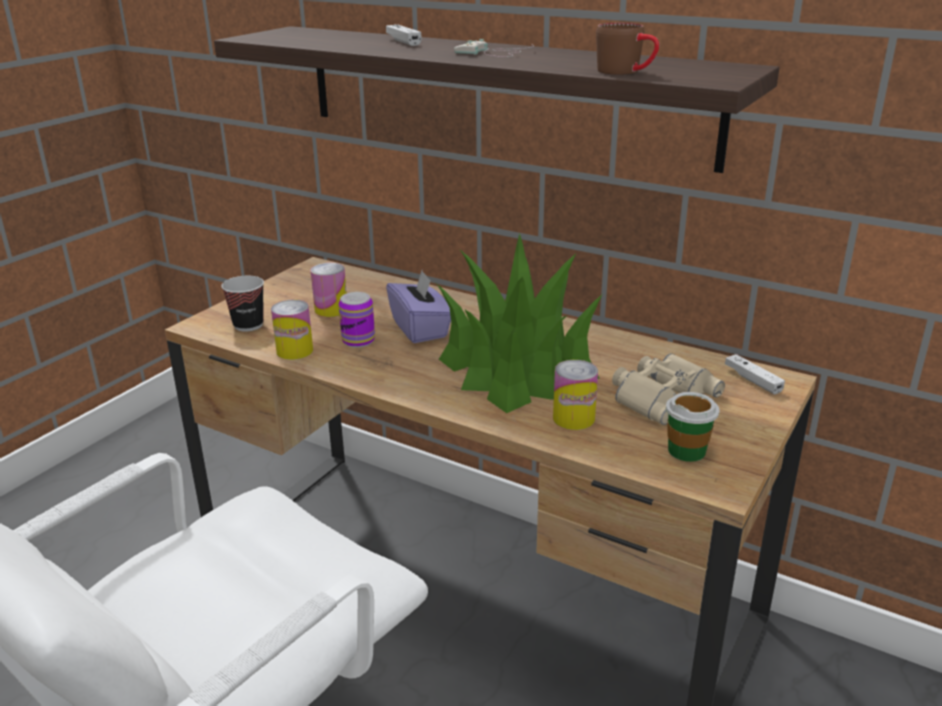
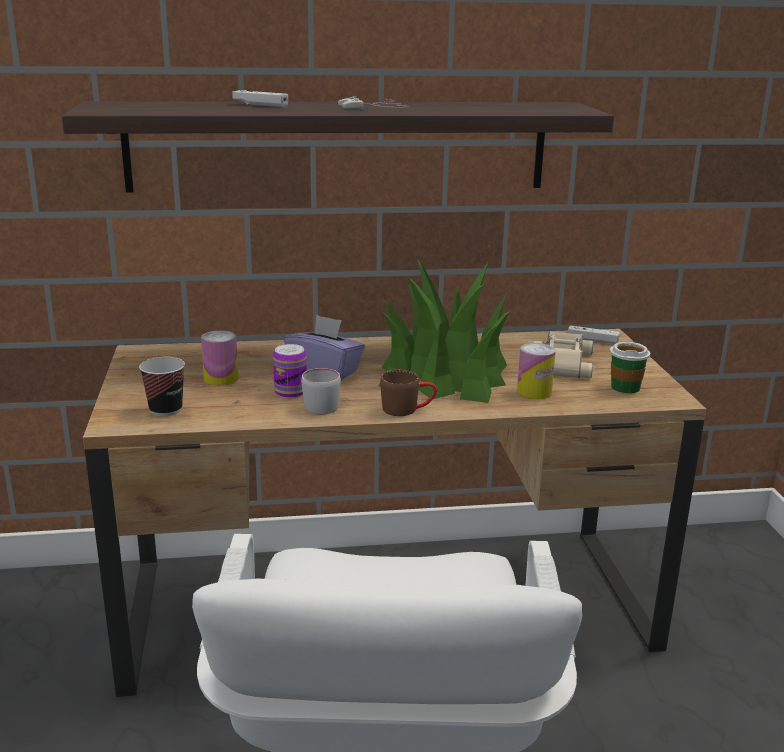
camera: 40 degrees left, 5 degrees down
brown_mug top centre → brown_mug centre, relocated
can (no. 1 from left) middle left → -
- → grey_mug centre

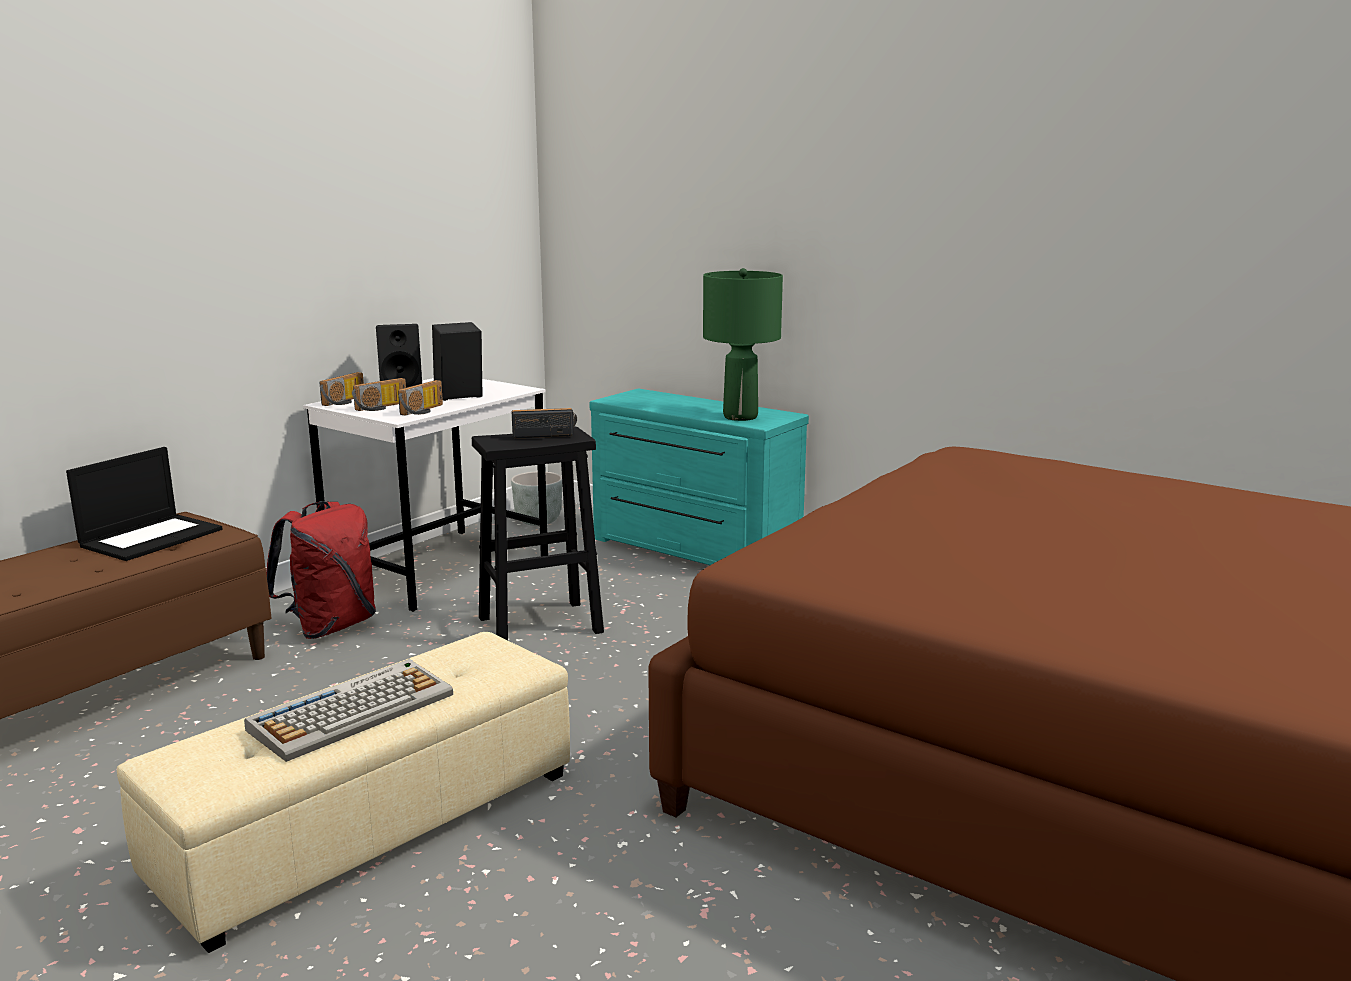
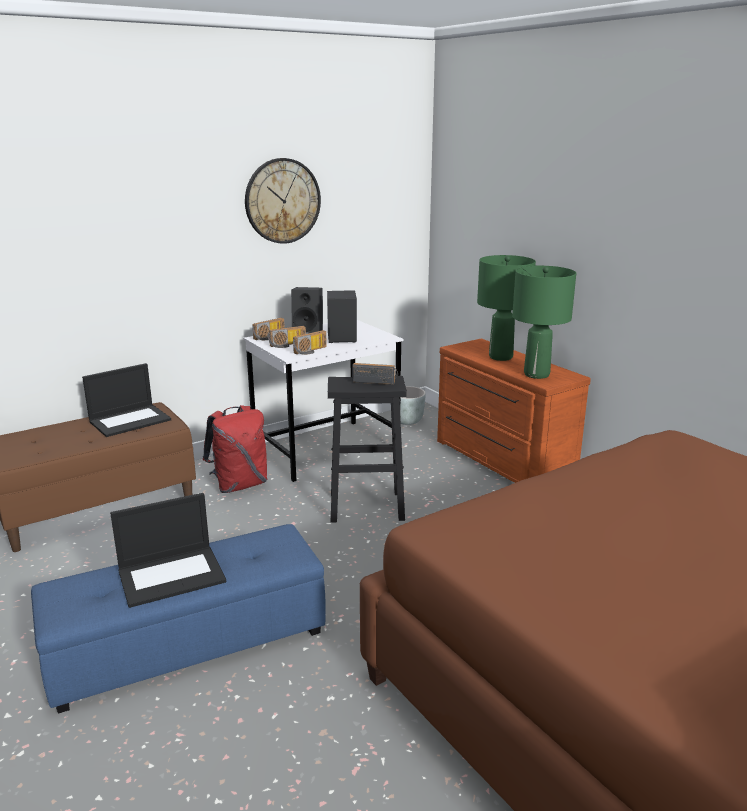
camera: 20 degrees right, 5 degrees up
turquoise_dresser centre → brown_dresser middle right
beige_ottoman bottom left → blue_ottoman bottom left
keyboard bottom left → laptop (no. 2 from left) bottom left
- → wall_clock top centre
- → green_table_lamp (no. 1 from left) middle right

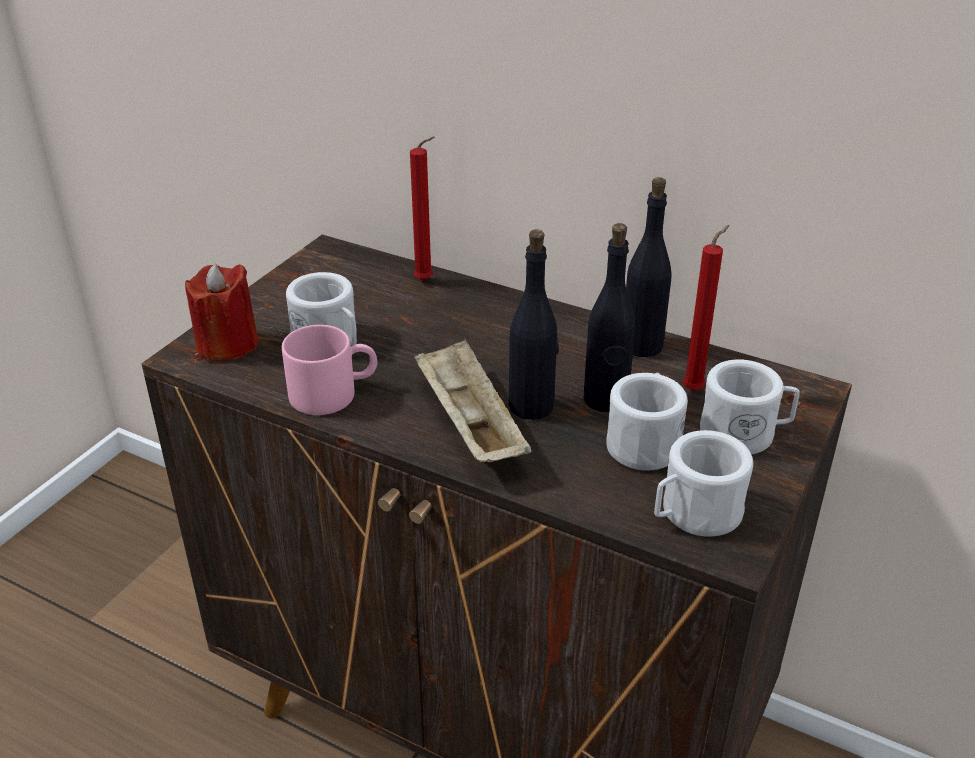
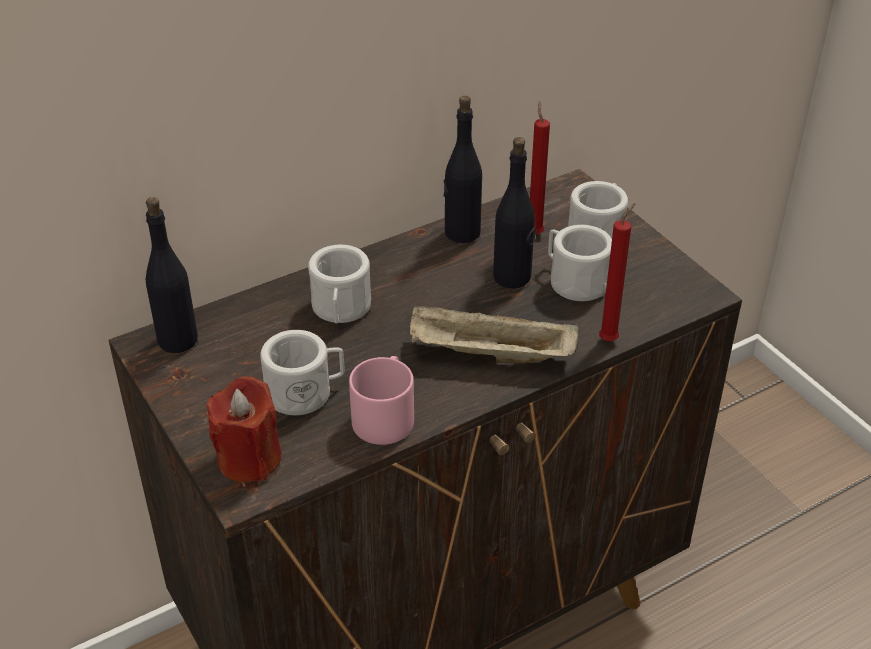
camera: 60 degrees left, 5 degrees up
red_candle (no. 2 from left in the first image) top centre → red_candle (no. 3 from left) middle right, relocated
black_bottle (no. 1 from left) centre → black_bottle (no. 1 from left) middle left, relocated
white_mug (no. 3 from left in the first image) middle right → white_mug (no. 2 from left) centre, relocated

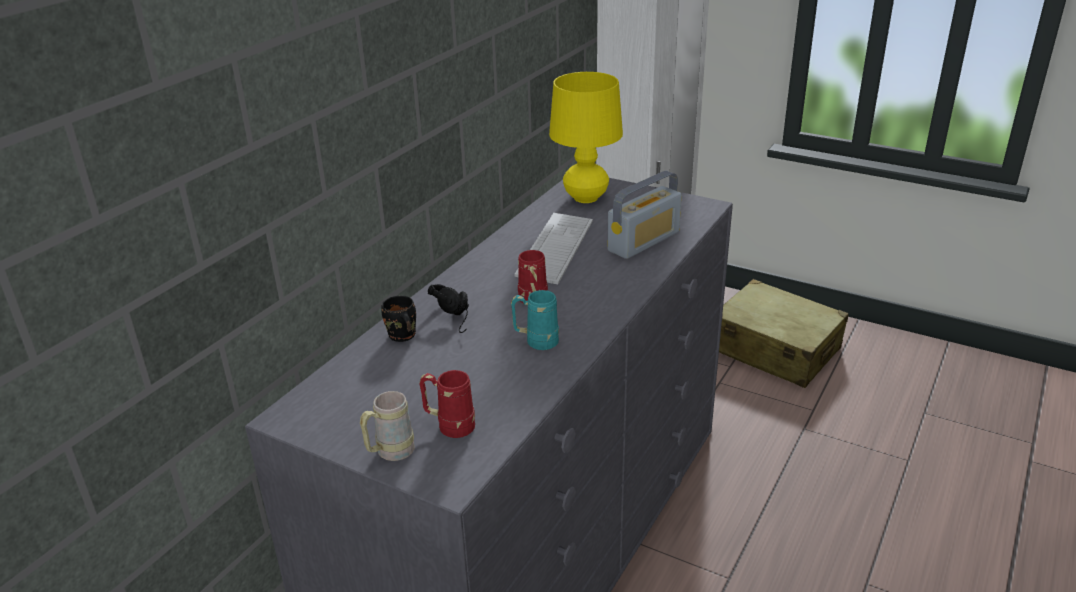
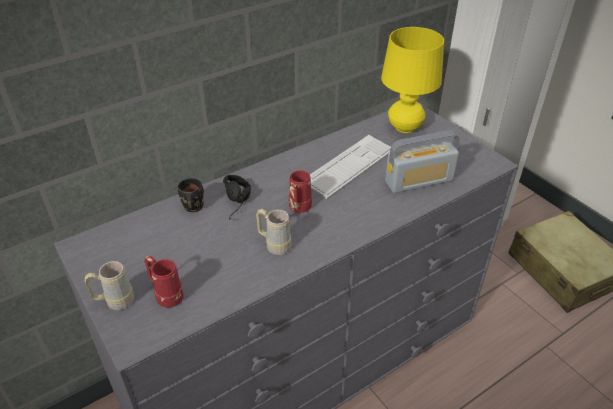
camera: 25 degrees right, 10 degrees up
turquoise_mug centre → beige_mug (no. 2 from left) centre

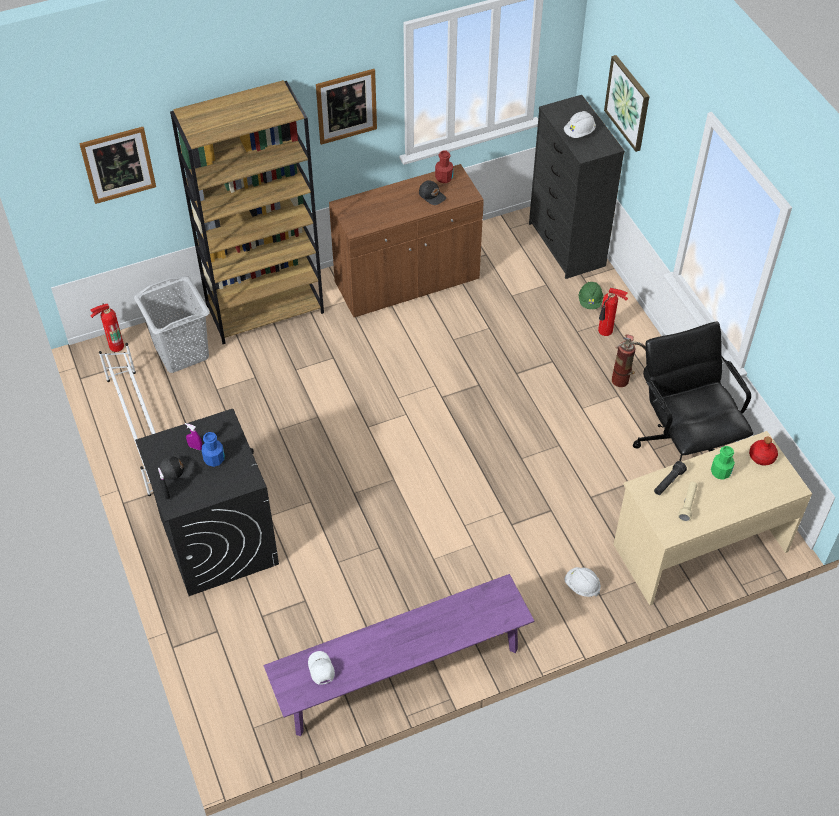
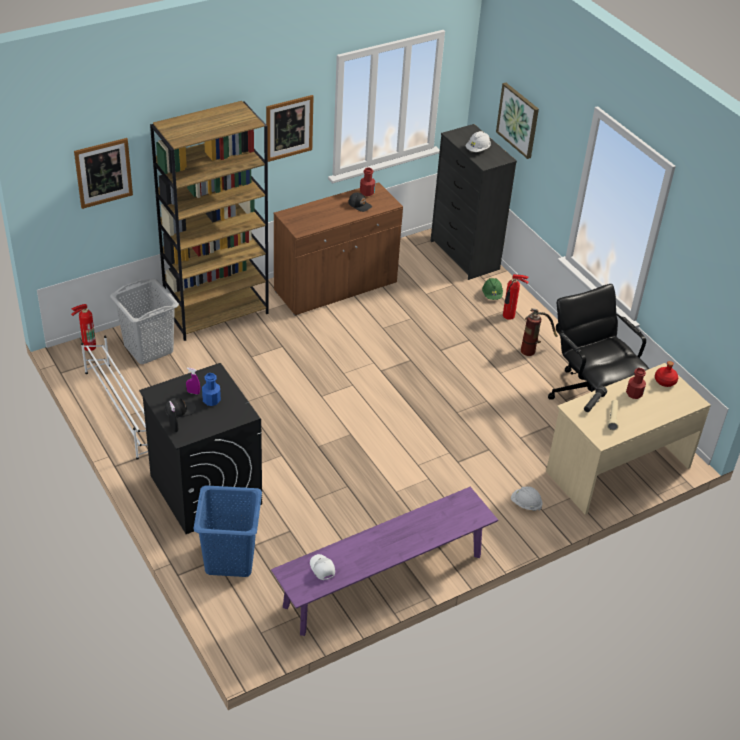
camera: 10 degrees left, 10 degrees down
green_bottle middle right → red_bottle (no. 2 from left) middle right
- → blue_laundry_basket bottom left

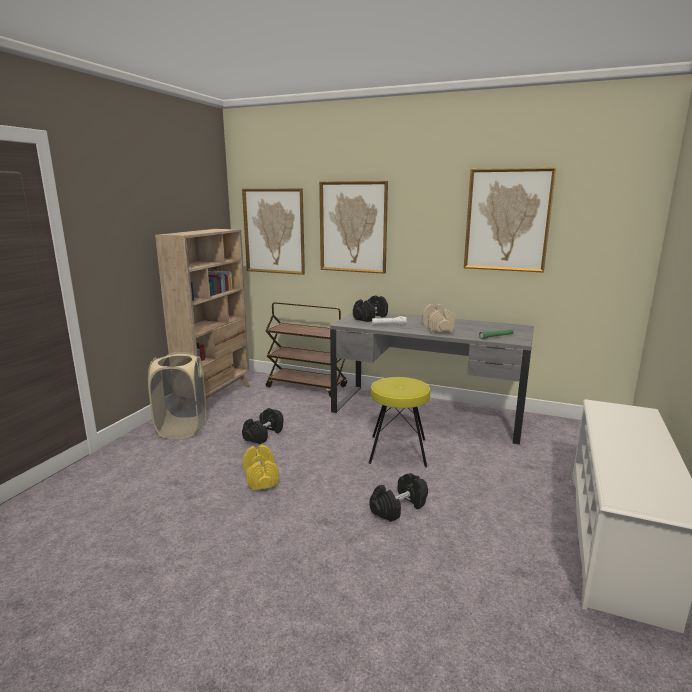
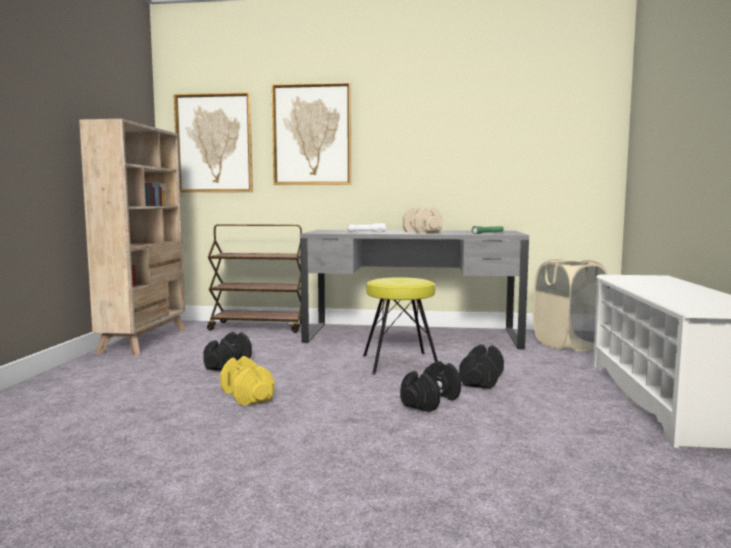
camera: 15 degrees left, 10 degrees down
picture (no. 3 from left) top right → -
black_dumbbell (no. 2 from left in the first image) centre → black_dumbbell (no. 3 from left) bottom centre, relocated
beige_laundry_basket middle left → beige_laundry_basket middle right, relocated

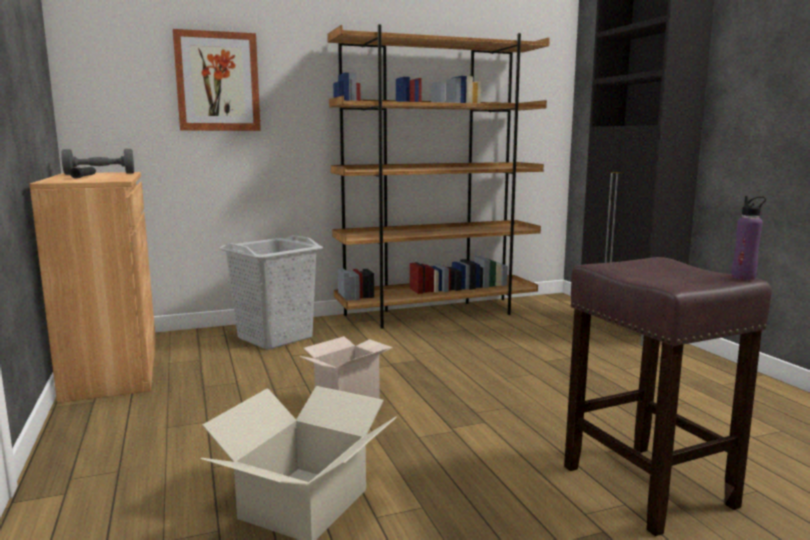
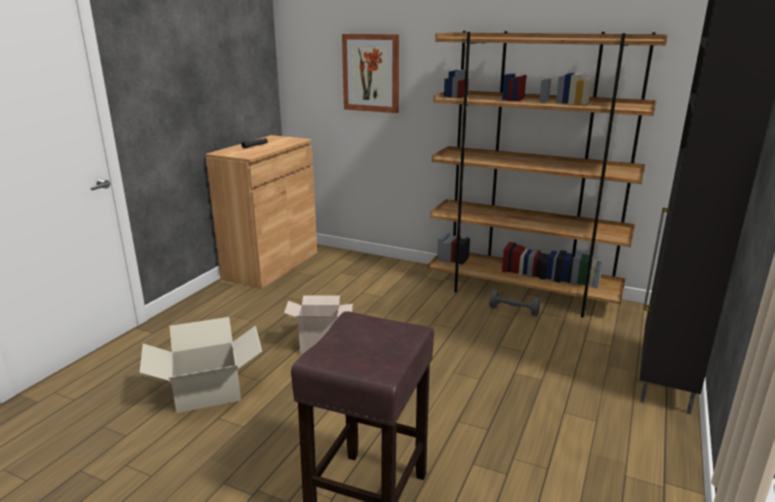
camera: 45 degrees right, 10 degrees up
grey_dumbbell top left → grey_dumbbell centre, relocated
purple_bottle middle right → -
grey_laundry_basket centre → -

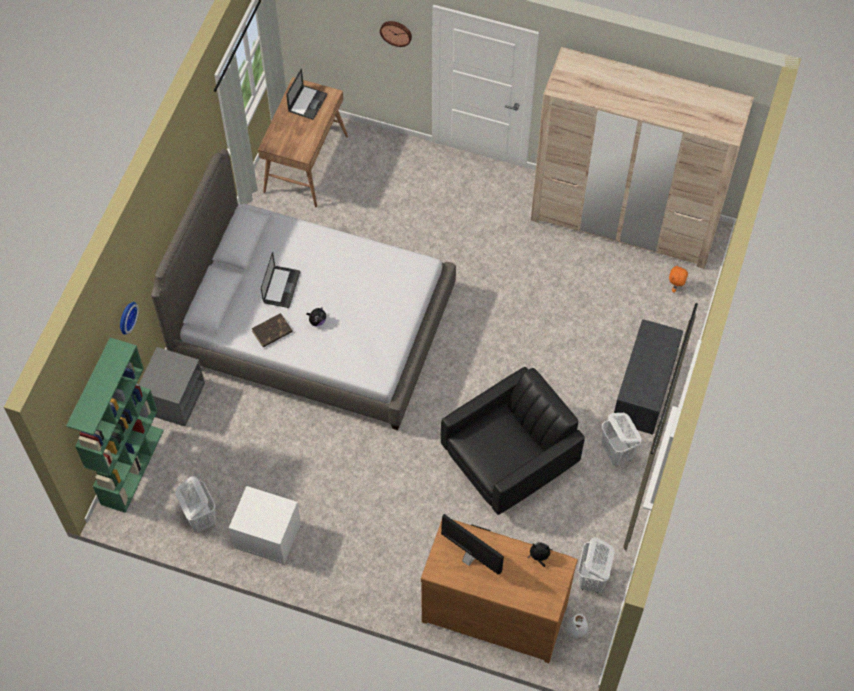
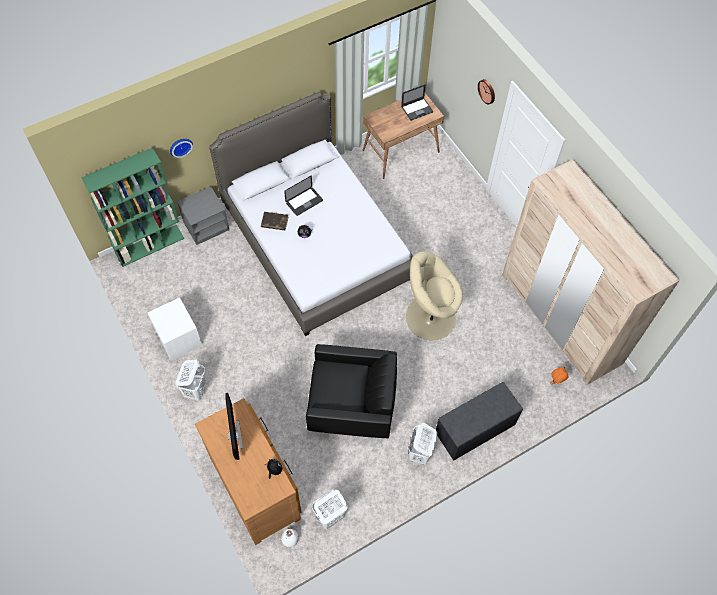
camera: 40 degrees right, 0 degrees up
white_laundry_basket (no. 1 from left) bottom left → white_laundry_basket (no. 1 from left) middle left, relocated
- → beige_armchair centre

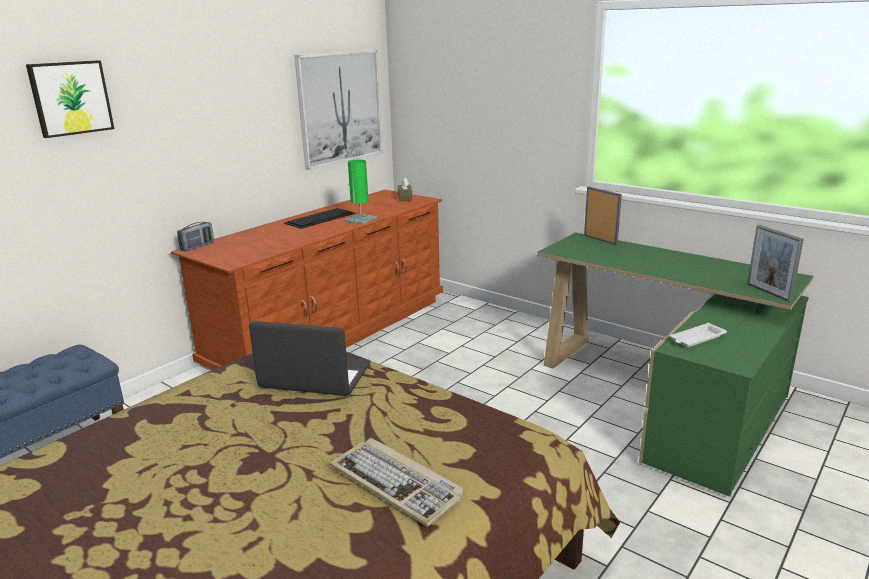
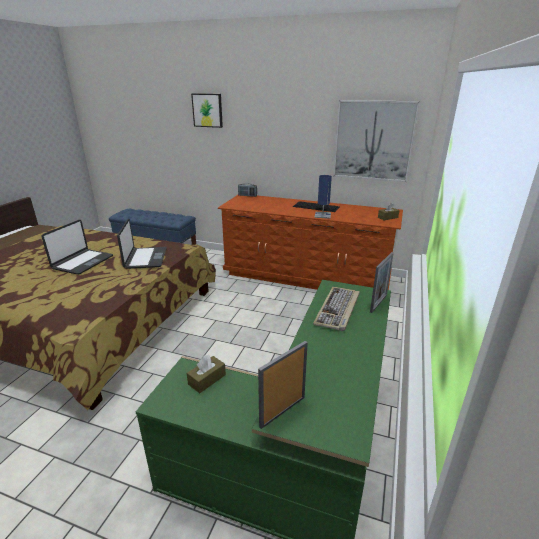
camera: 70 degrees right, 5 degrees up
green_table_lamp top centre → blue_table_lamp centre
white_tray middle right → brown_tissue_box (no. 1 from left) bottom centre
keyboard (no. 2 from left) bottom centre → keyboard (no. 2 from left) centre, relocated
- → laptop (no. 1 from left) middle left

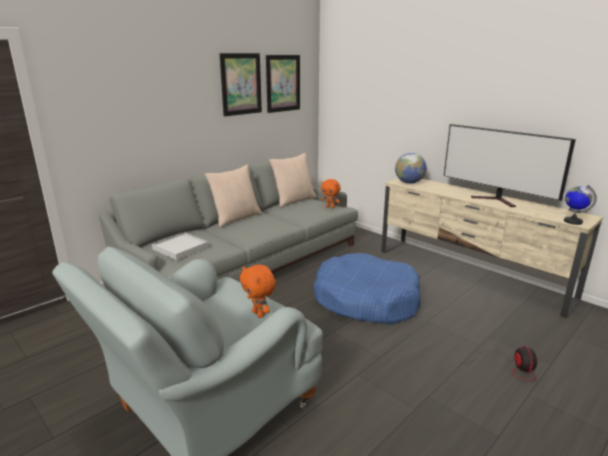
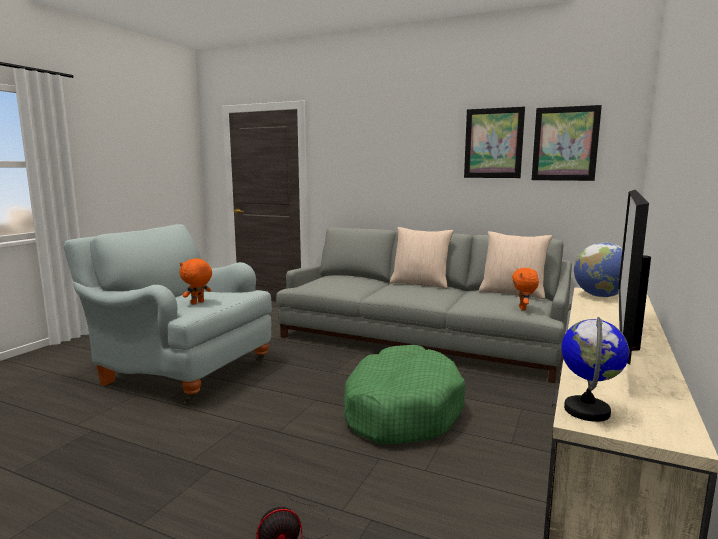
camera: 70 degrees right, 10 degrees down
white_tray middle left → -
blue_dog_bed centre → green_dog_bed bottom centre

